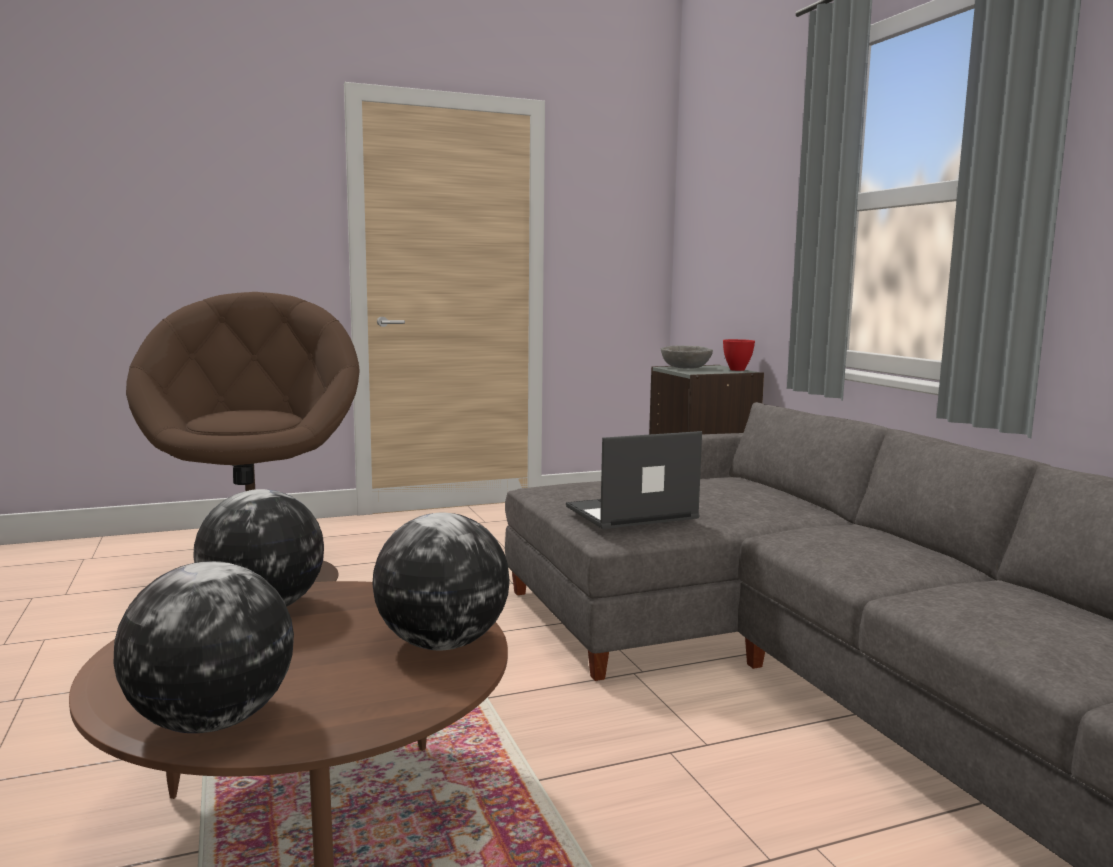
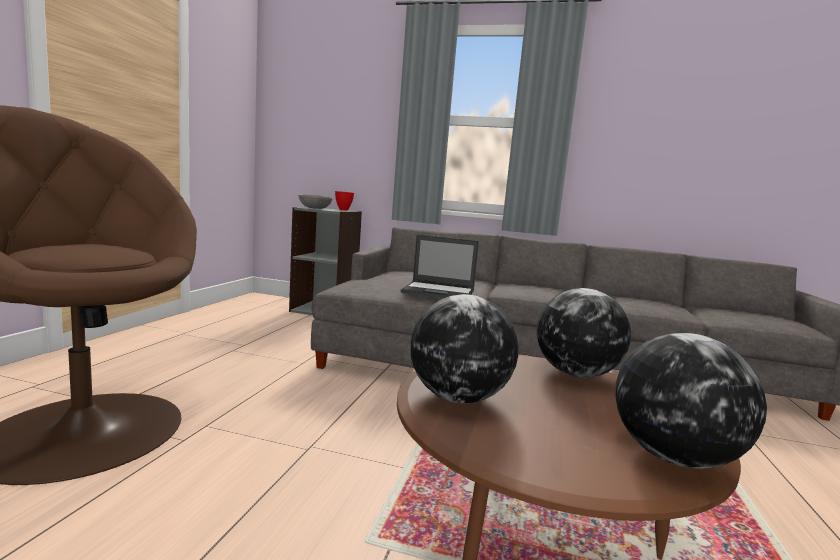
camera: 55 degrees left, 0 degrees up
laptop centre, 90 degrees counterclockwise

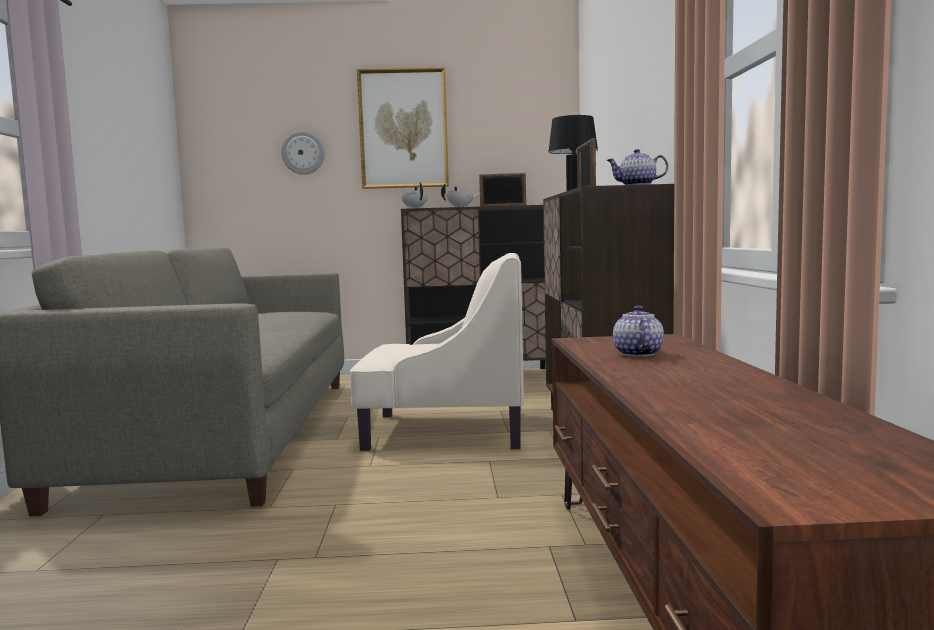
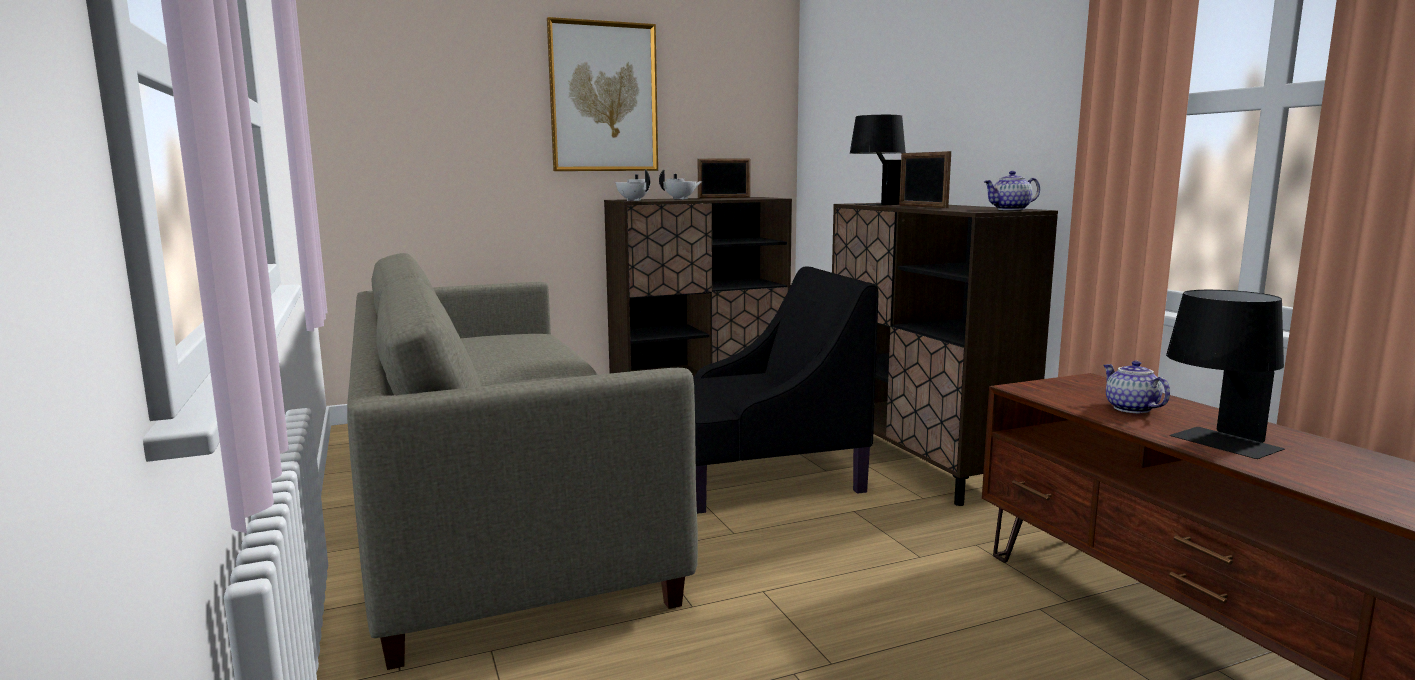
camera: 20 degrees left, 5 degrees up
wall_clock top left → -
beige_armchair centre → black_armchair centre
- → black_table_lamp (no. 2 from left) middle right

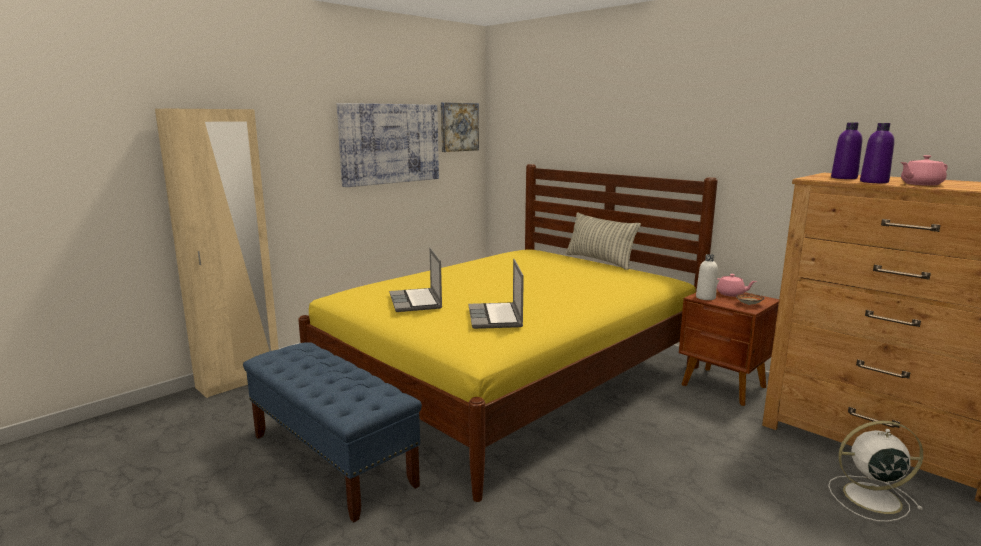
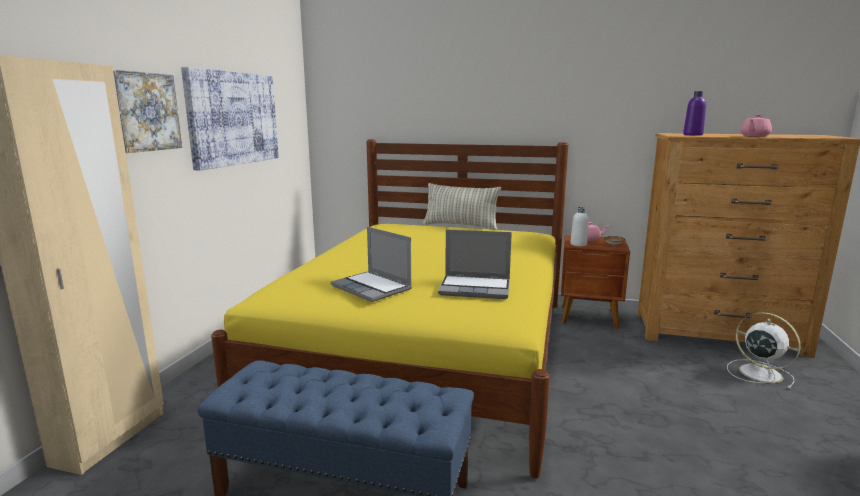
camera: 30 degrees left, 0 degrees up
picture (no. 2 from left in the first image) top centre → picture (no. 1 from left) top left, relocated
purple_bottle (no. 2 from left) top right → -
laptop (no. 2 from left) centre, 45 degrees counterclockwise
white_fan bottom right, 75 degrees clockwise

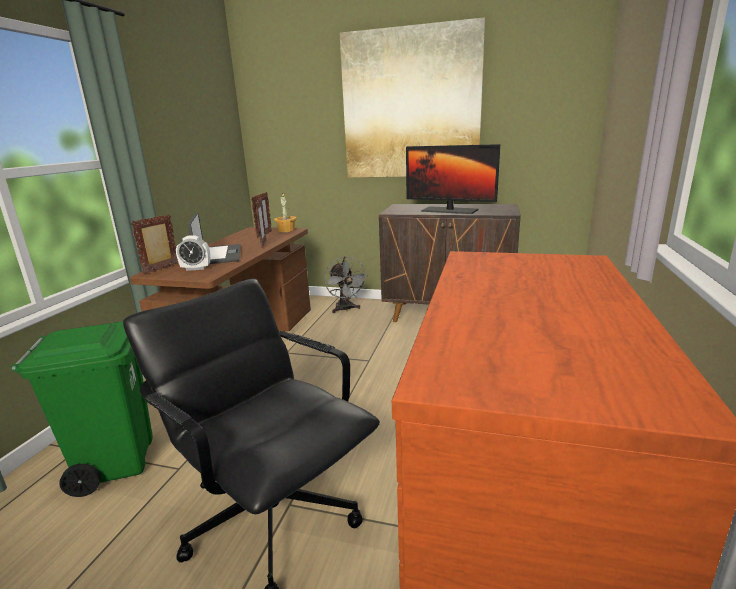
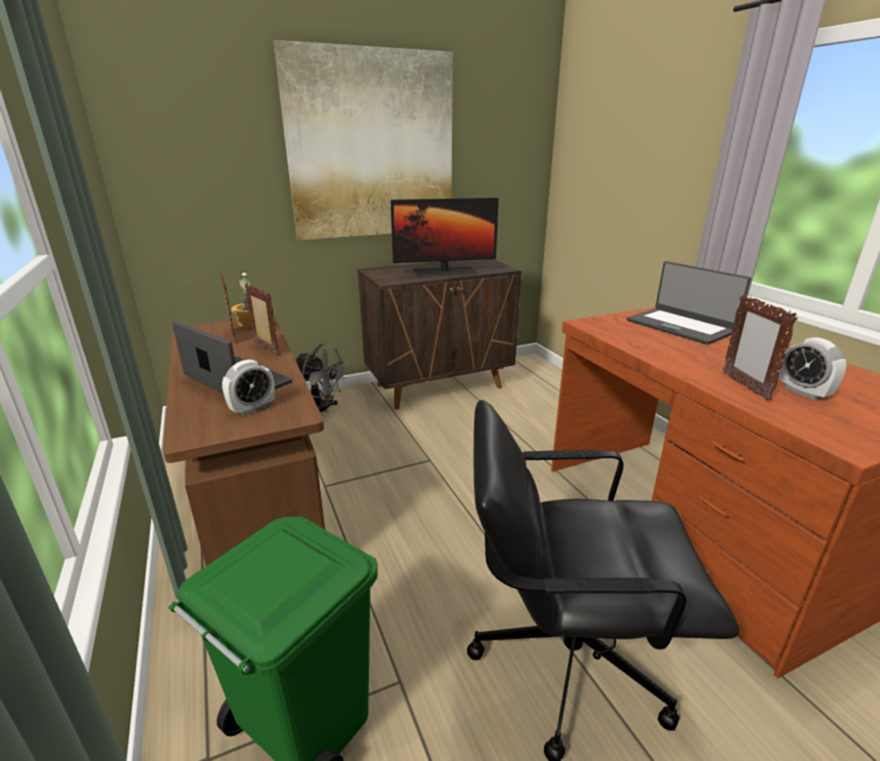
camera: 40 degrees left, 5 degrees up
picture_frame (no. 1 from left in the first image) middle left → picture_frame (no. 3 from left) middle right, relocated
- → laptop (no. 2 from left) middle right
- → alarm_clock (no. 2 from left) middle right

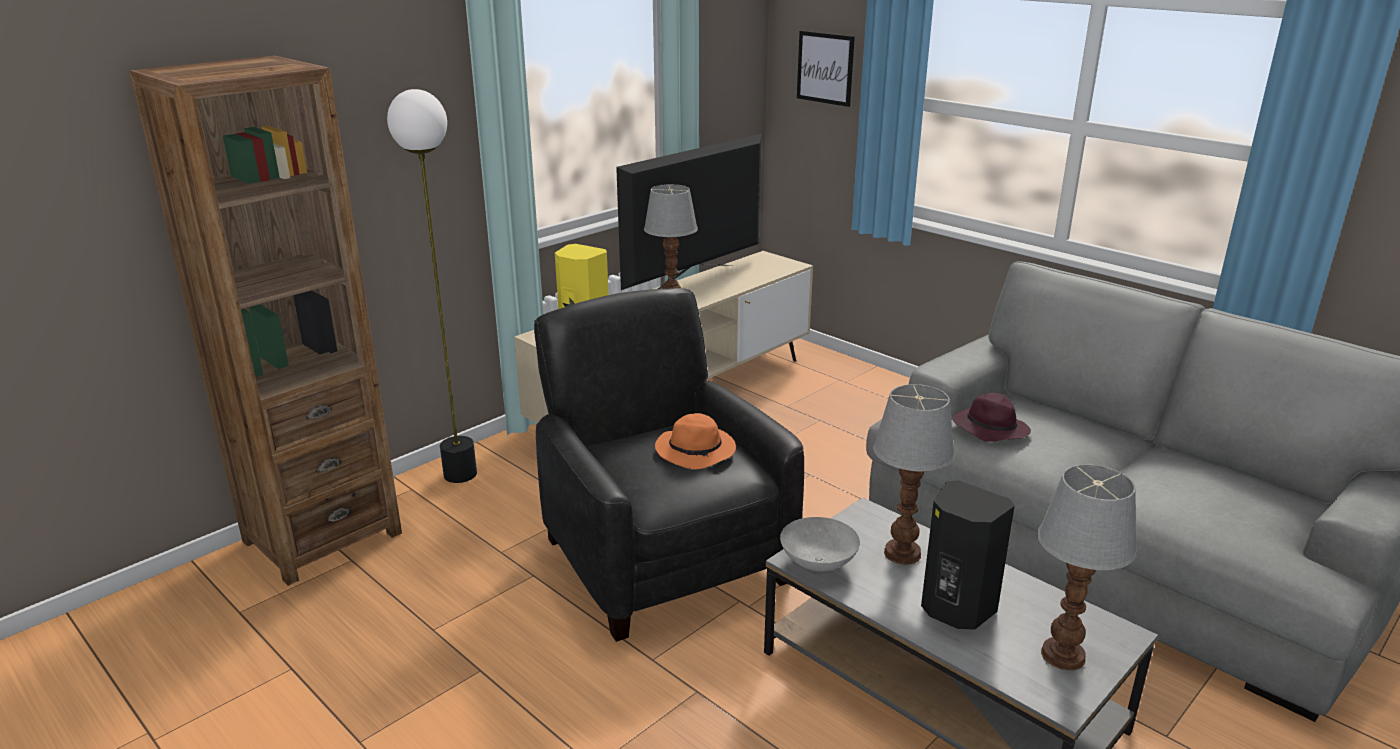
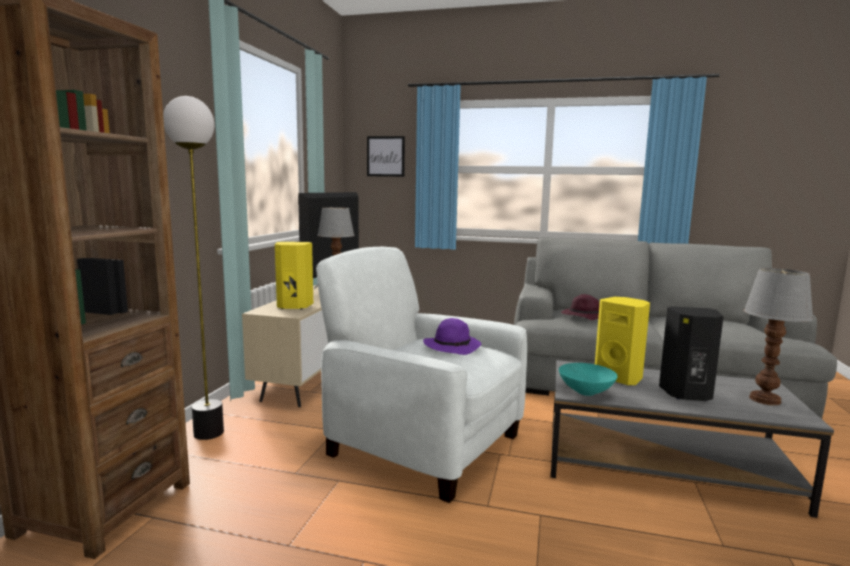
camera: 30 degrees left, 15 degrees down
black_armchair centre → white_armchair centre
table_lamp (no. 2 from left) centre → yellow_speaker (no. 2 from left) middle right
orange_hat centre → purple_hat (no. 1 from left) centre
grey_bowl bottom centre → turquoise_bowl bottom right

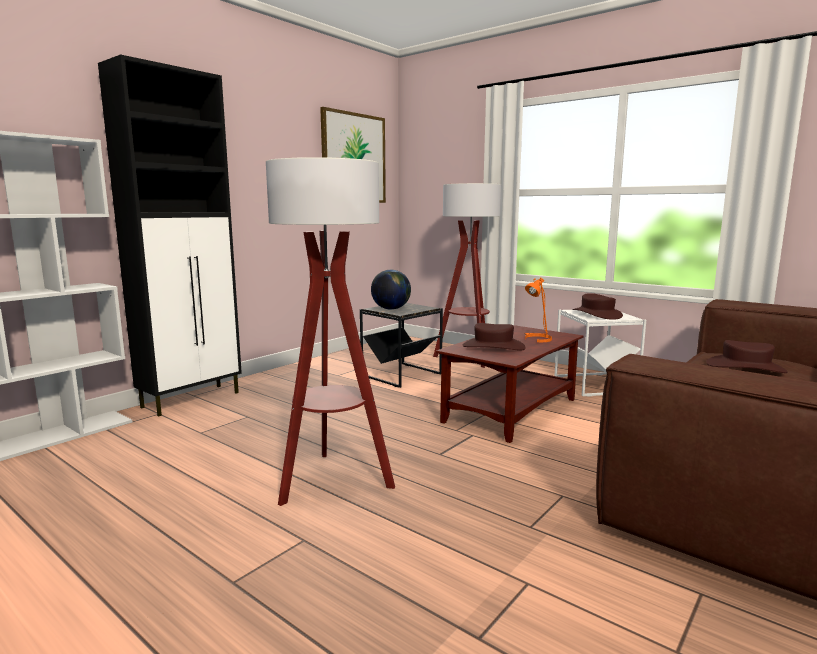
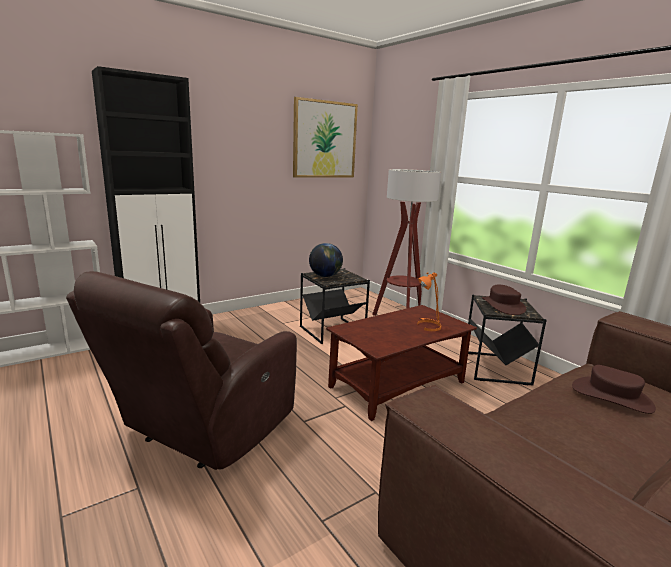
camera: 15 degrees right, 5 degrees up
floor_lamp (no. 1 from left) centre → brown_armchair middle left
white_side_table middle right → black_side_table (no. 2 from left) middle right
brown_hat (no. 1 from left) centre → -

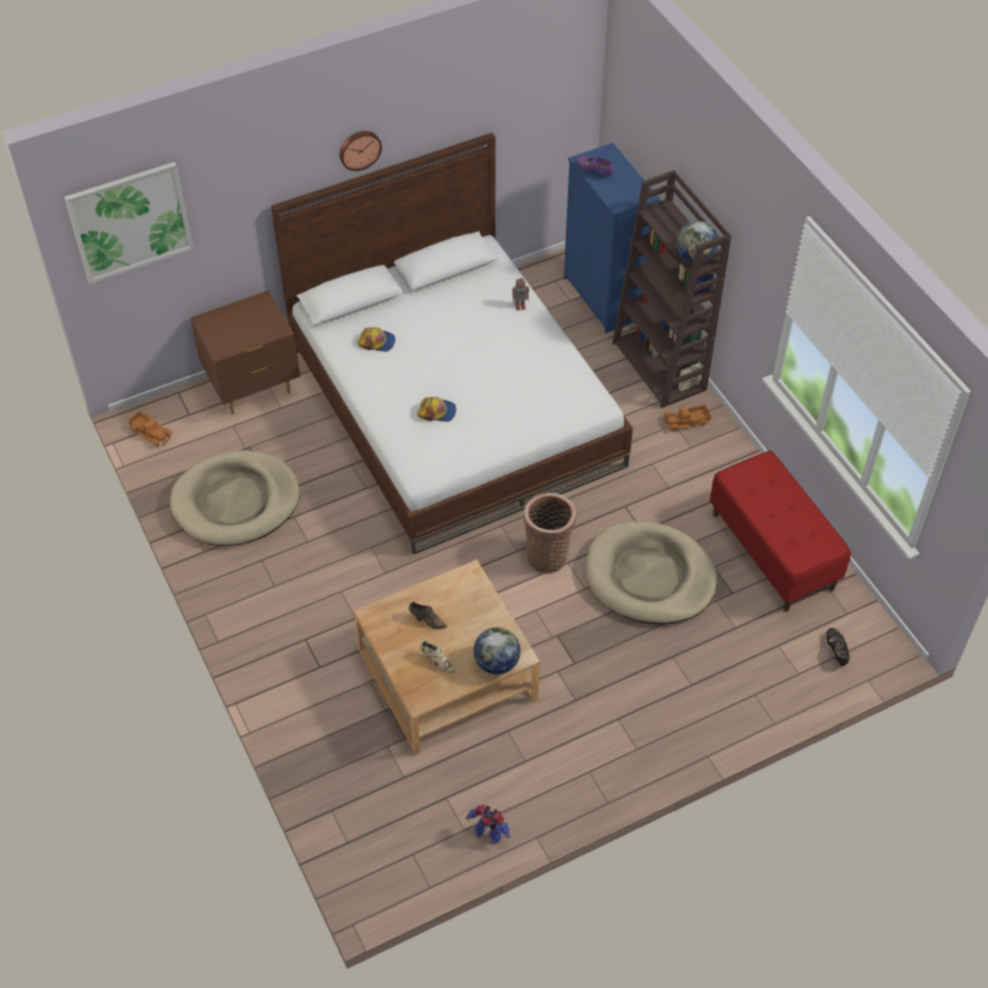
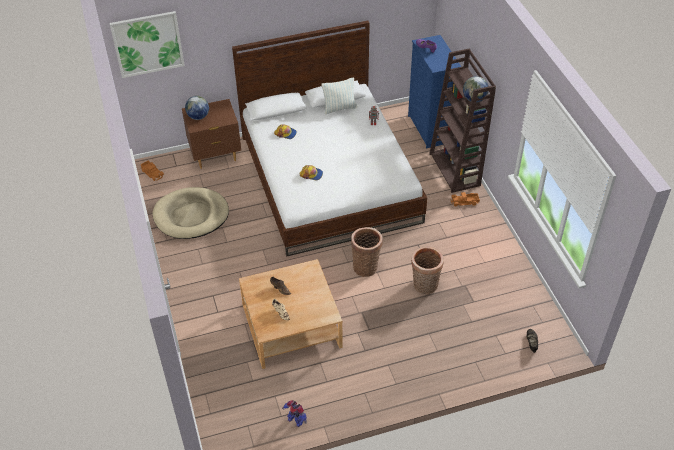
camera: 10 degrees right, 5 degrees down
wall_clock top centre → -
red_bench middle right → -
beige_dog_bed (no. 2 from left) centre → basket (no. 2 from left) centre
globe (no. 1 from left) centre → globe (no. 1 from left) top left, relocated
- → pillow top centre

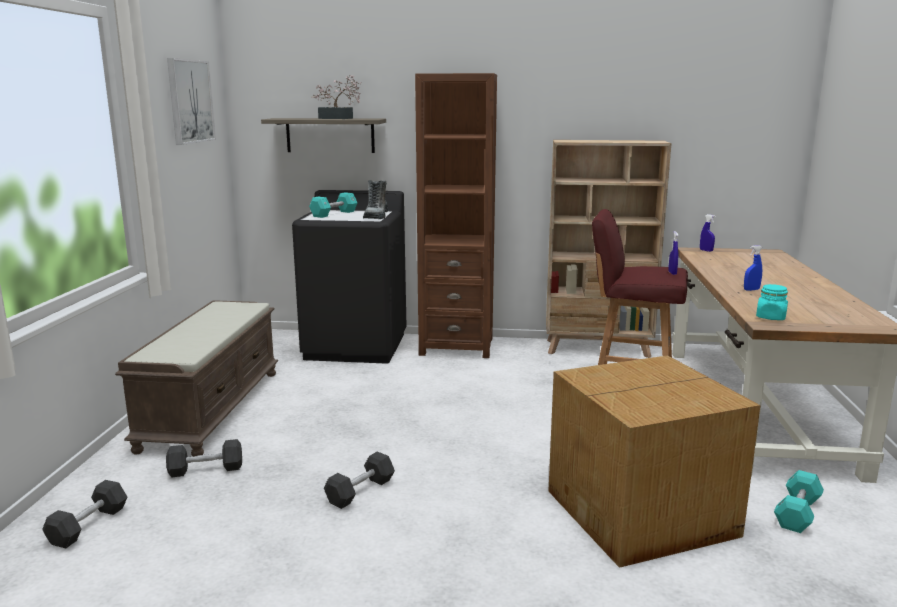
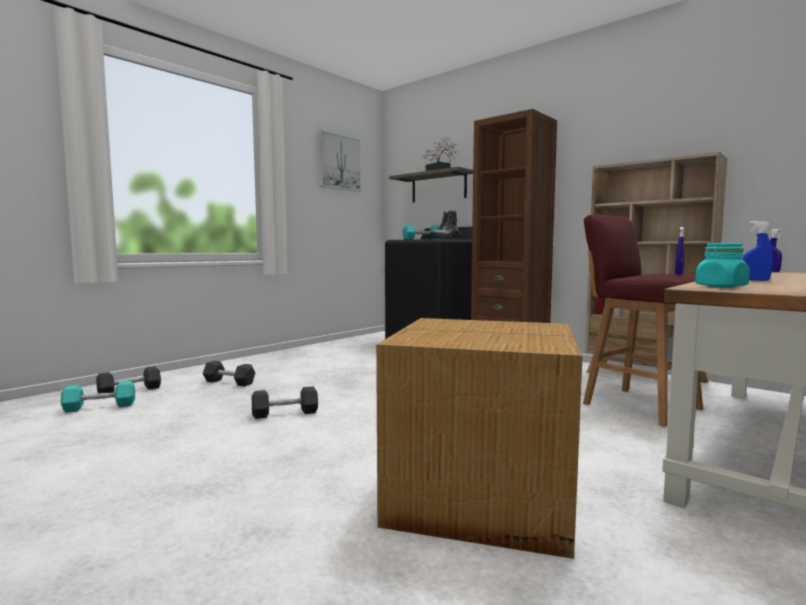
camera: 35 degrees right, 10 degrees down
brown_bench middle left → -
turquoise_dumbbell (no. 2 from left in the first image) bottom right → turquoise_dumbbell (no. 1 from left) middle left, relocated

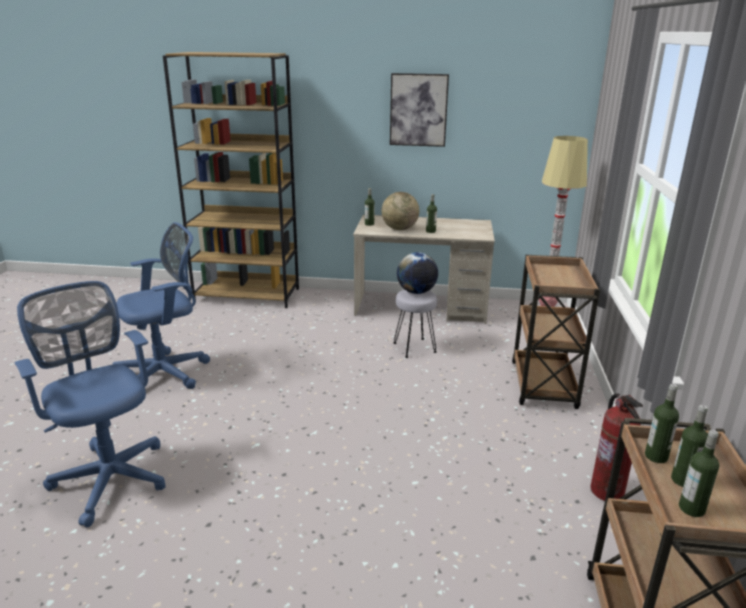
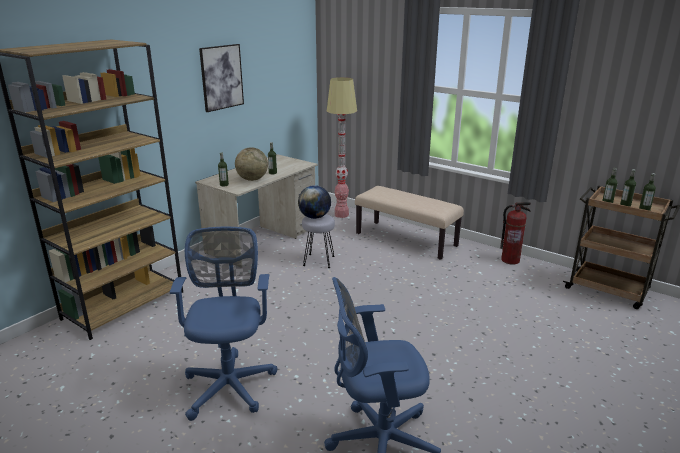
camera: 60 degrees left, 0 degrees up
brown_cart (no. 1 from left) middle right → beige_bench centre

